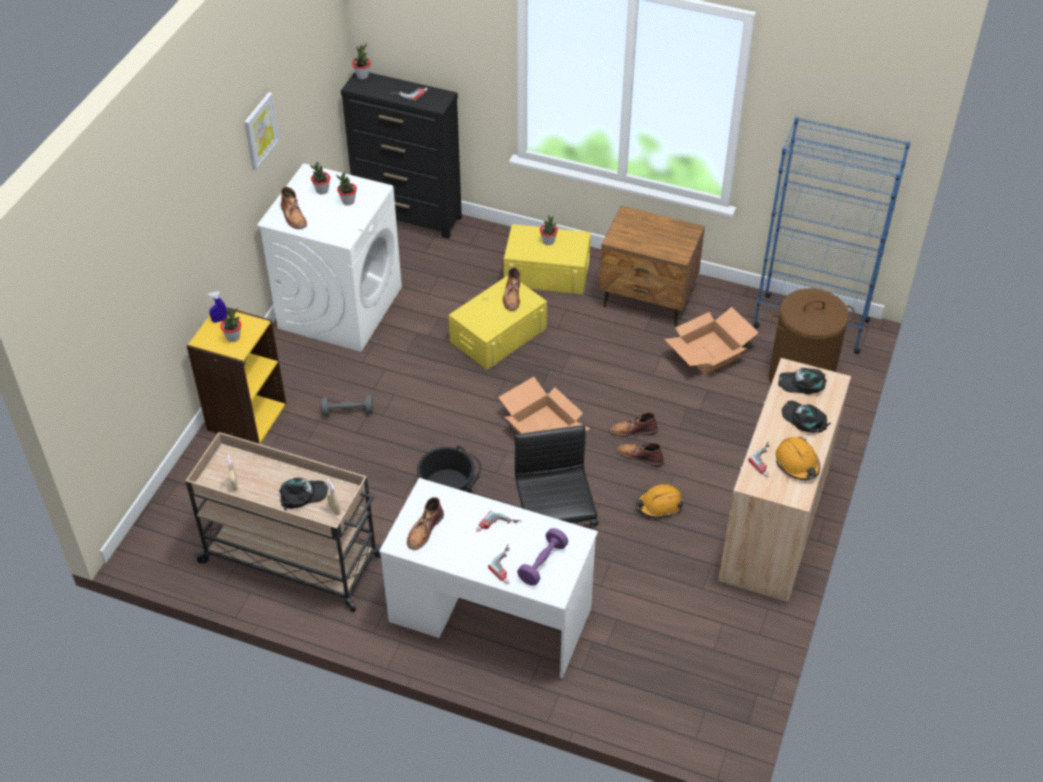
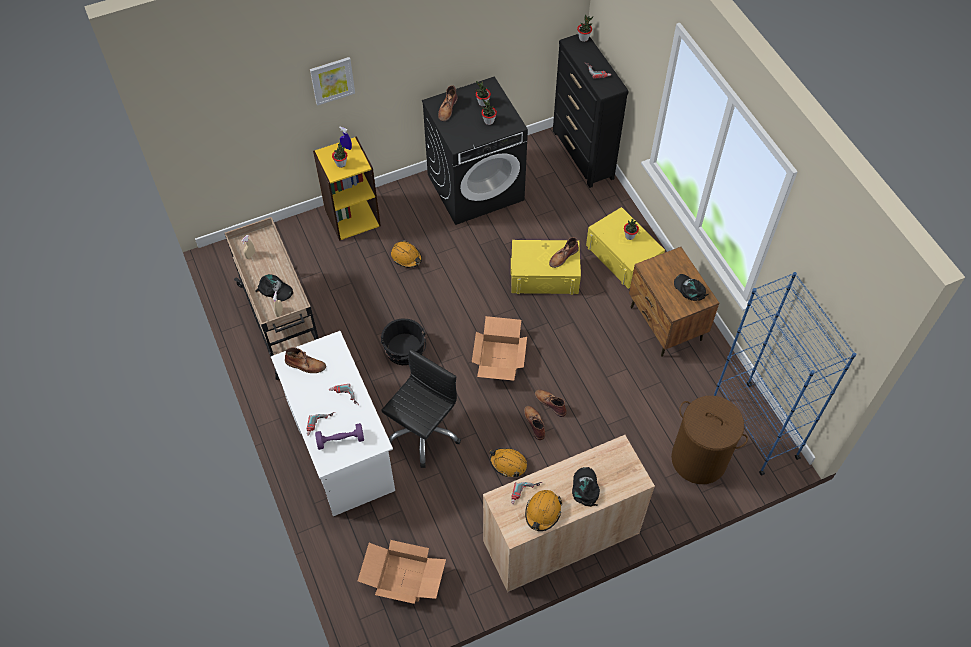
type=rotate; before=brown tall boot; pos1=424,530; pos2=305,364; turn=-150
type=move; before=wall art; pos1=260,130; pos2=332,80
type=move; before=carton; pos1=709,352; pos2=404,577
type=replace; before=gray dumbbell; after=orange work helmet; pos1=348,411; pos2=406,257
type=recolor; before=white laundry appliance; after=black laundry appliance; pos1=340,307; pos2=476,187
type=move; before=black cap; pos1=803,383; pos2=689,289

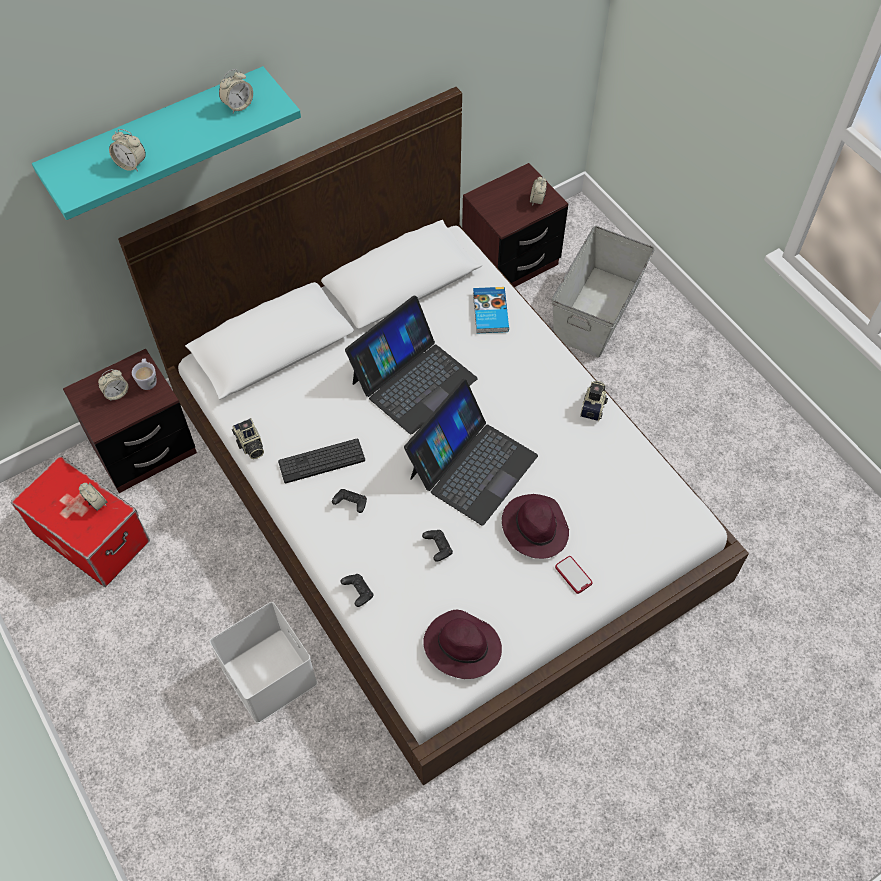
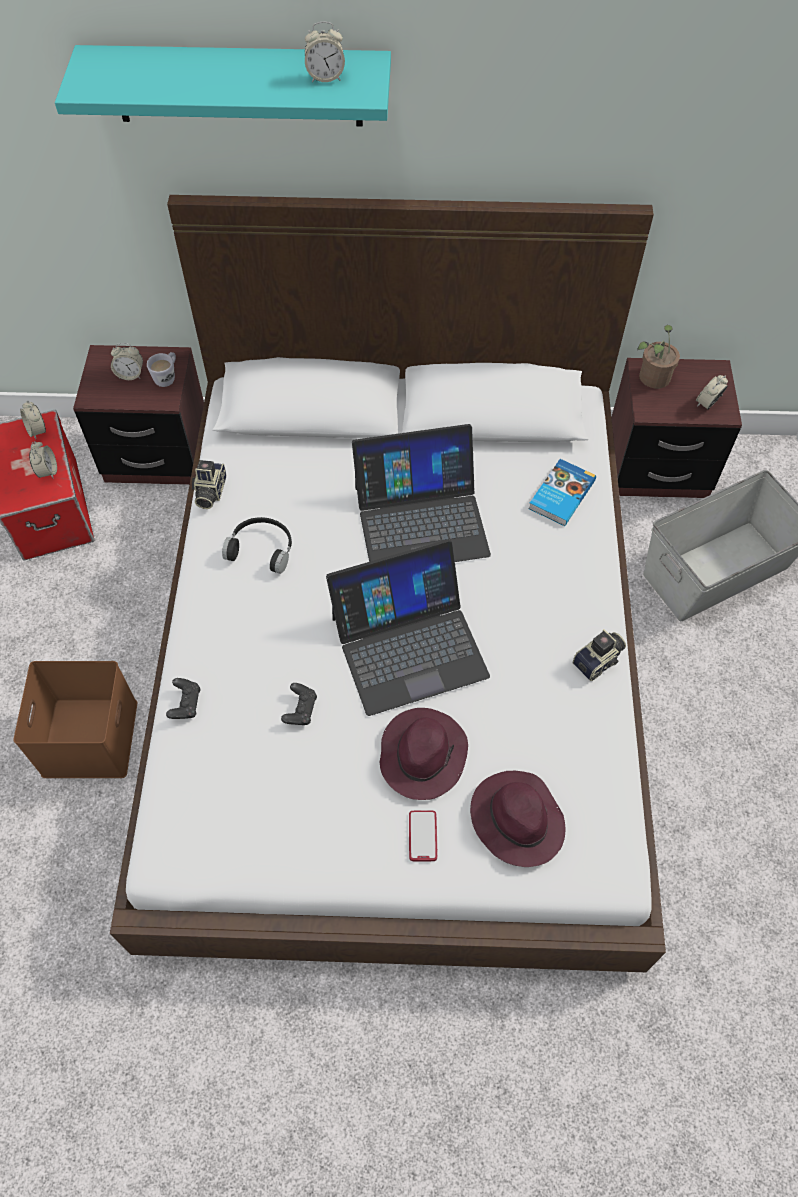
type=recolor; before=white storage container; after=brown storage container; pos1=267,675; pos2=88,736
type=move; before=bedside clock; pos1=131,164; pos2=37,431
type=replace; before=PC keyboard; after=black pair of headphones; pos1=321,461; pos2=262,548
type=move; before=purplish clothing hat; pos1=461,646; pos2=516,819
type=insert; after=plant in a pot; pos2=652,379
type=delete; before=black joypad; pos1=351,504

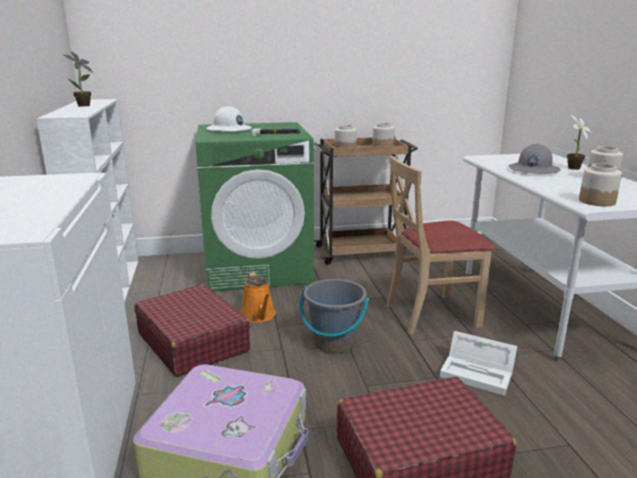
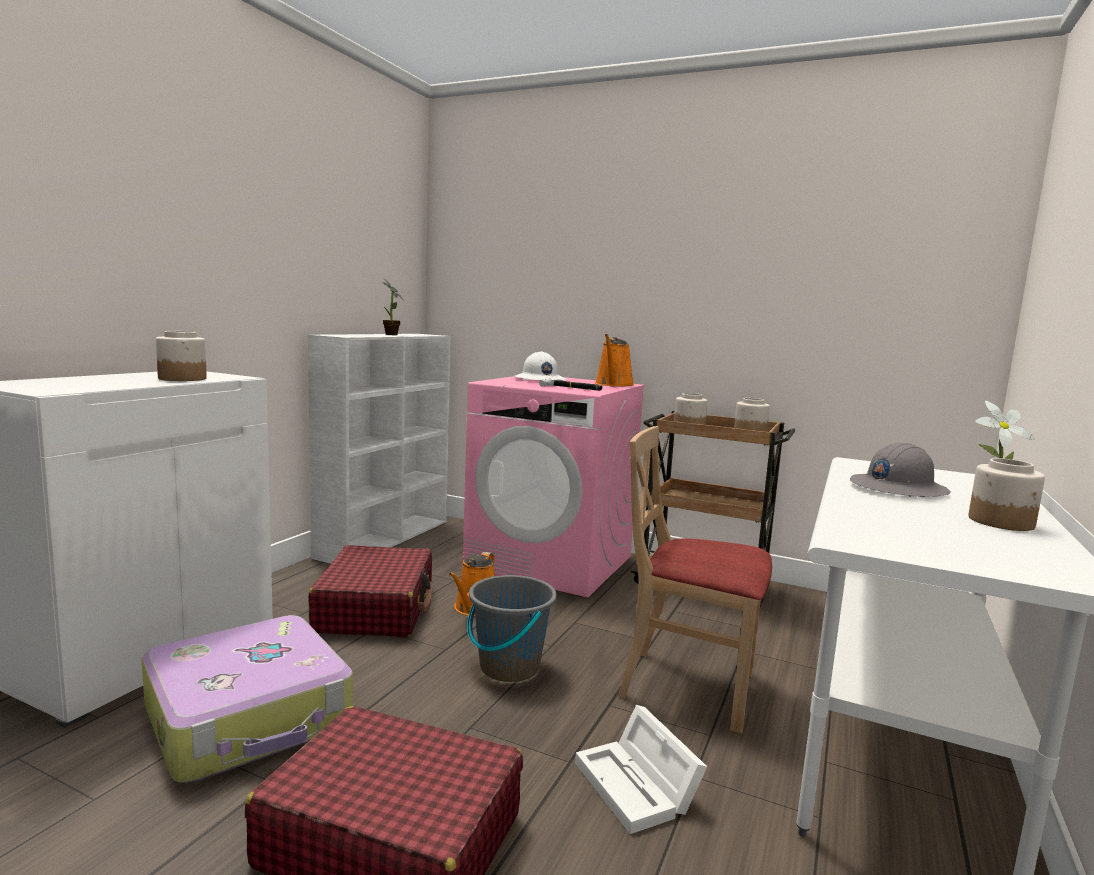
type=move; before=jar; pos1=596,201; pos2=183,378
type=recolor; before=greenish laundry appliance; after=pink-coloured laundry appliance; pos1=258,268; pos2=551,562
type=insert; after=orange sprinkling can; pos2=613,384

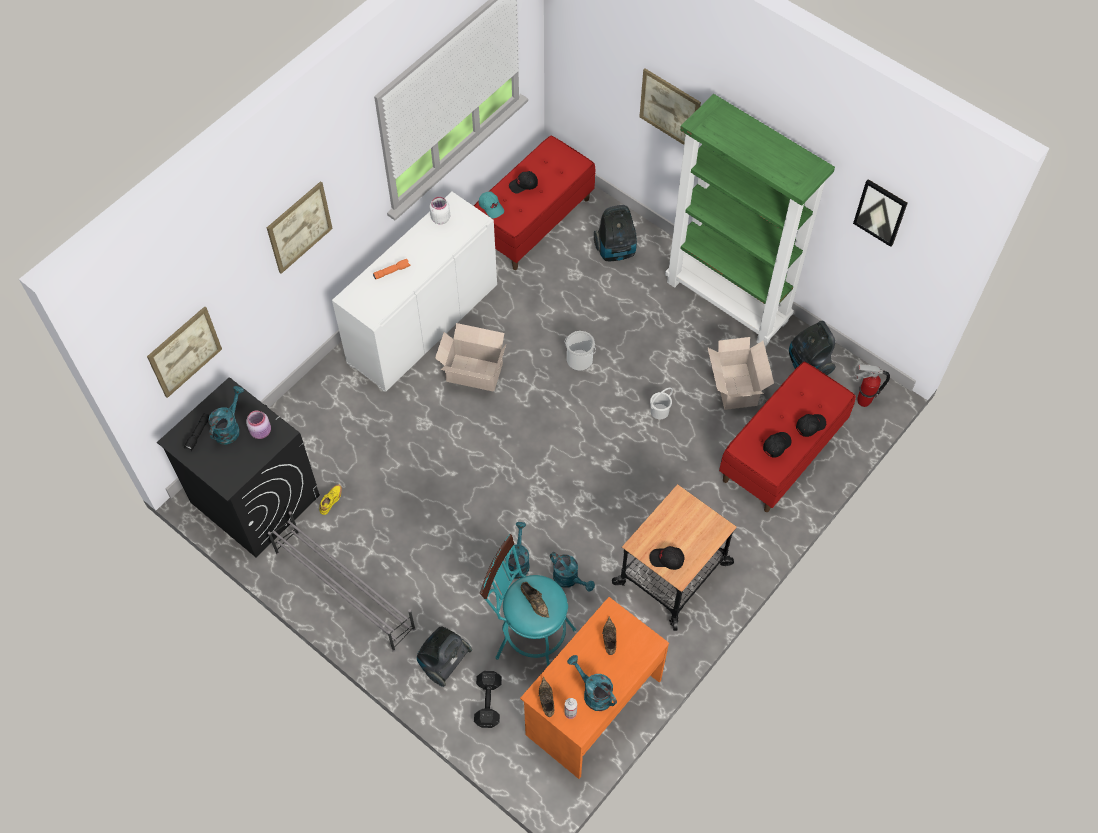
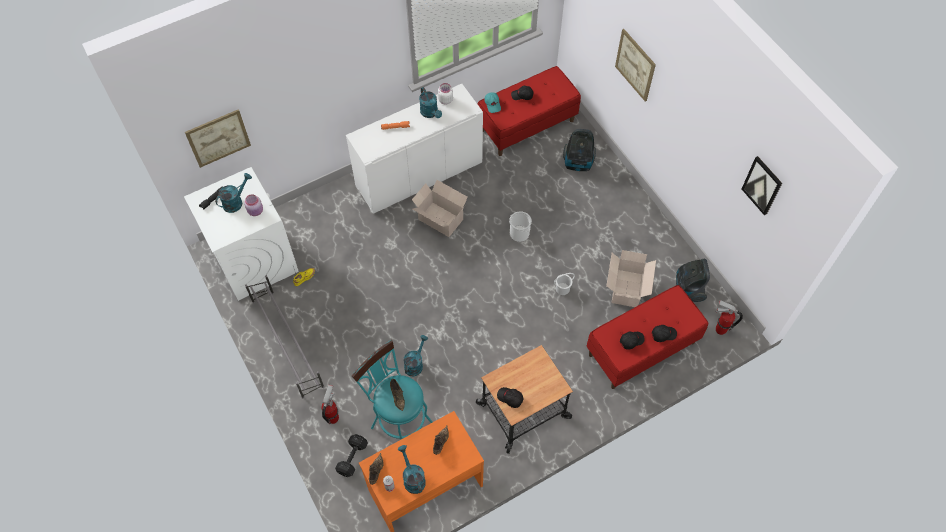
type=recolor; before=black laundry appliance; after=white laundry appliance; pos1=254,498; pos2=254,259
type=replace; before=vacuum; after=extinguisher; pos1=443,662; pos2=333,418
type=move; before=blue-green sprinkling can; pos1=569,579; pos2=430,113
type=delete; before=wall art; pos1=299,227
type=delete; before=greenish shelving unit; pos1=728,301

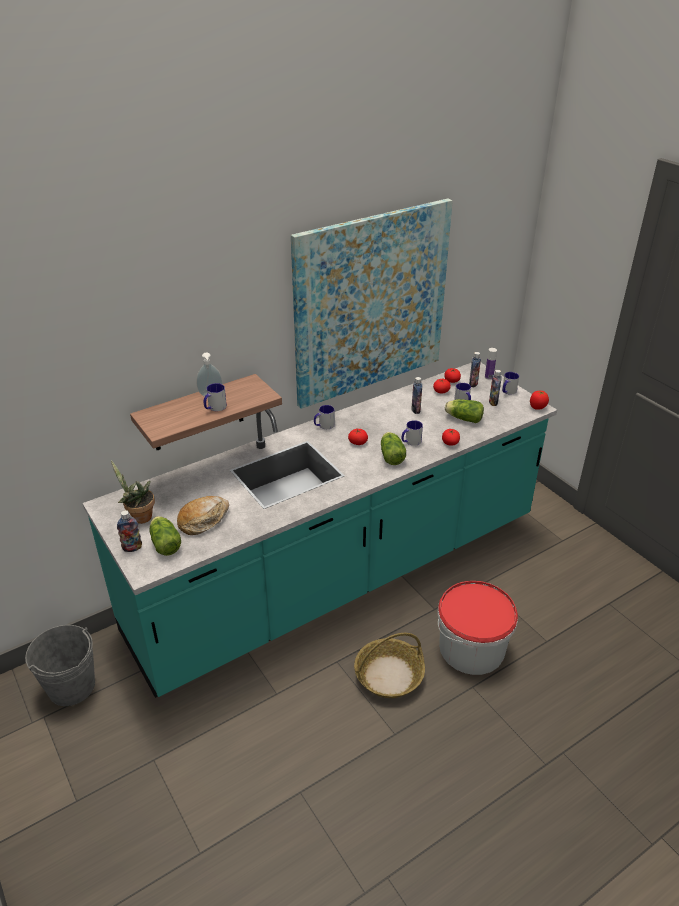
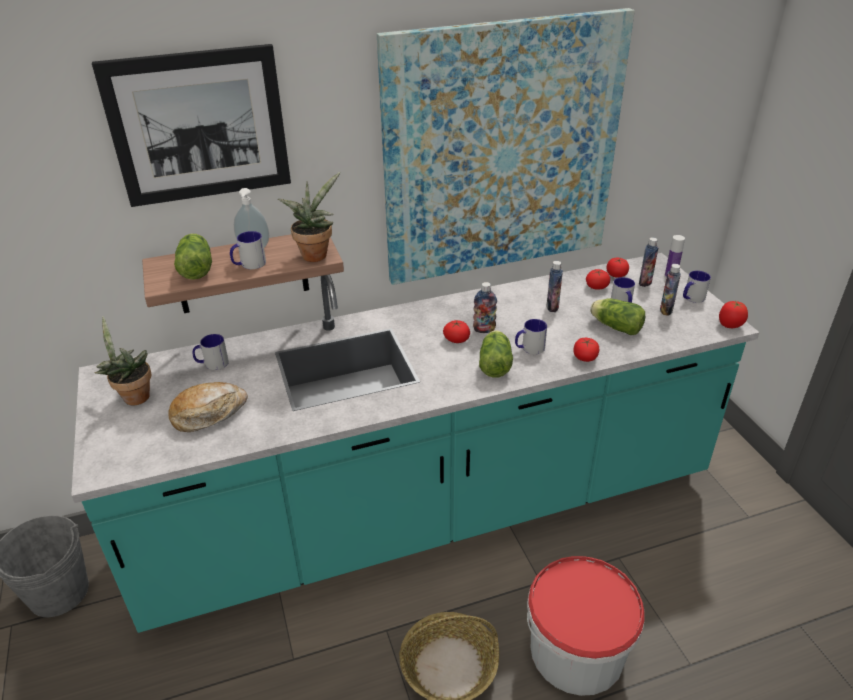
type=insert; after=wall art; pos2=199,126
type=move; before=head of lettuce; pos1=165,543; pos2=196,267
type=move; before=tea mug; pos1=324,425; pos2=212,363
type=insert; after=plant in a pot; pos2=315,254
type=move; before=drink bottle; pos1=132,548; pos2=484,329

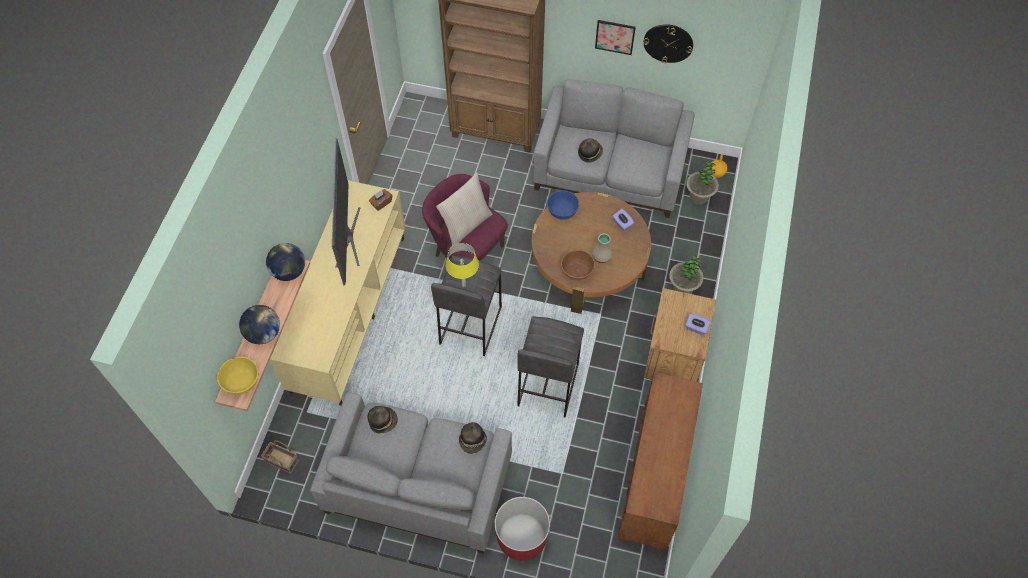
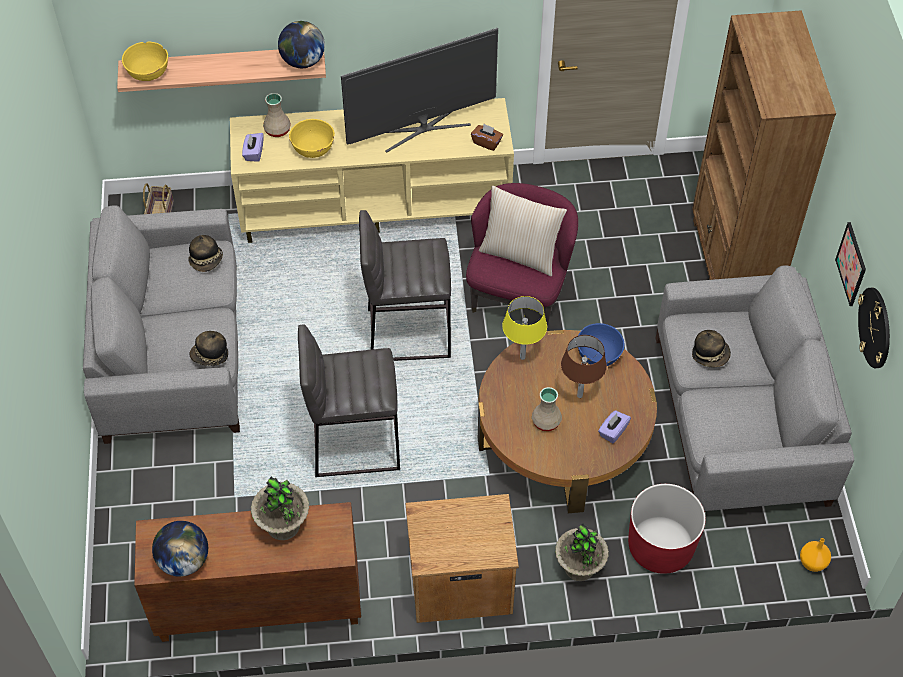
type=move; before=desk globe; pos1=263,333; pos2=184,561
type=move; before=purplish tissue holder; pos1=696,328; pos2=253,153
type=move; before=plant in a pot; pos1=699,196; pos2=283,525
type=insert; after=beige-coloured vase; pos2=277,130
type=insert; after=yellow-coloured deep dish; pos2=313,148
type=move; before=yellow-coloured tabletop lamp; pos1=464,285; pos2=522,357
type=insert; after=brown tabletop lamp; pos2=580,396
type=move; before=reddish plant pot; pos1=522,537; pos2=660,547
type=delete; before=brown deep dish; pos1=577,271

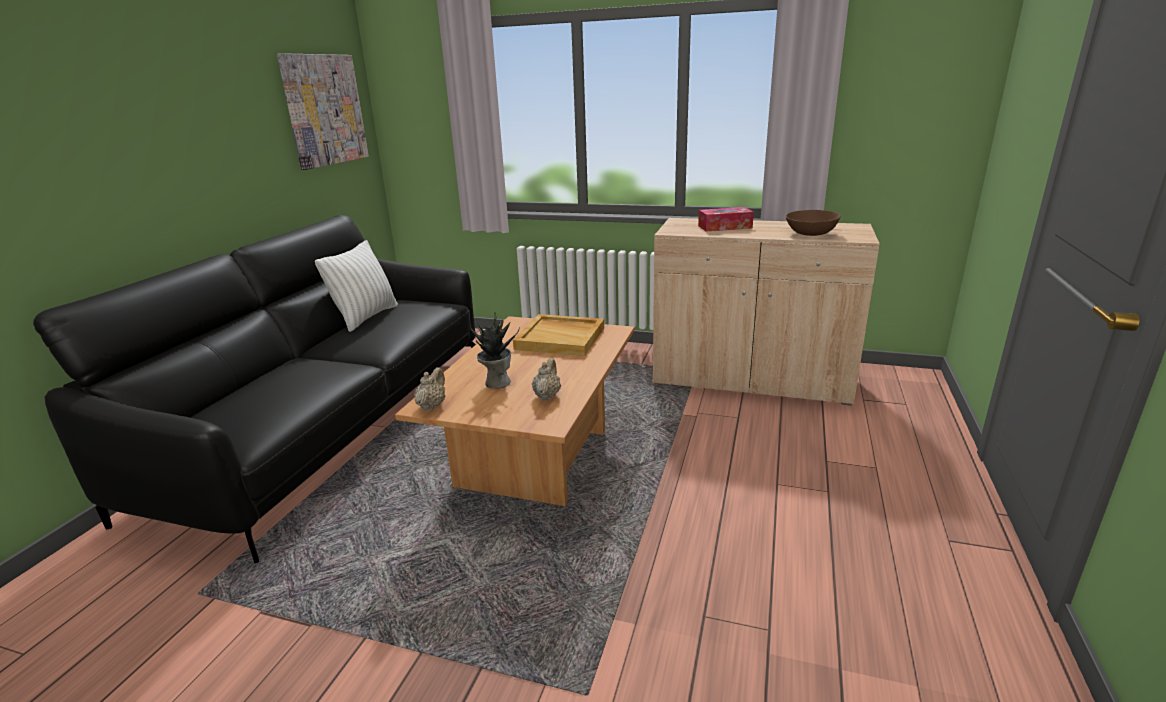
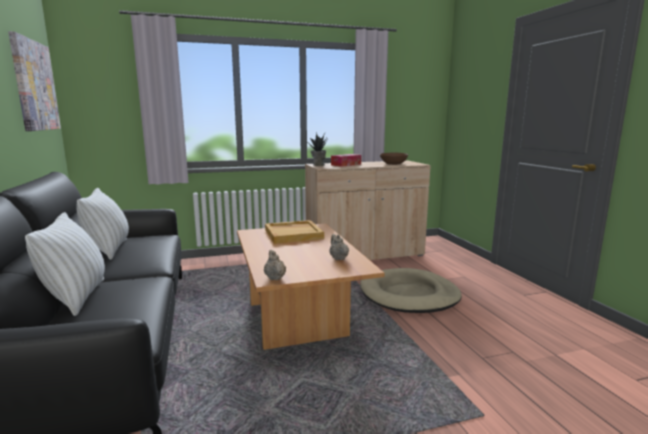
type=insert; after=white cushion; pos2=77,297
type=move; before=plant in a pot; pos1=496,382; pos2=318,165
type=insert; after=beige-coloured dog bed; pos2=409,295

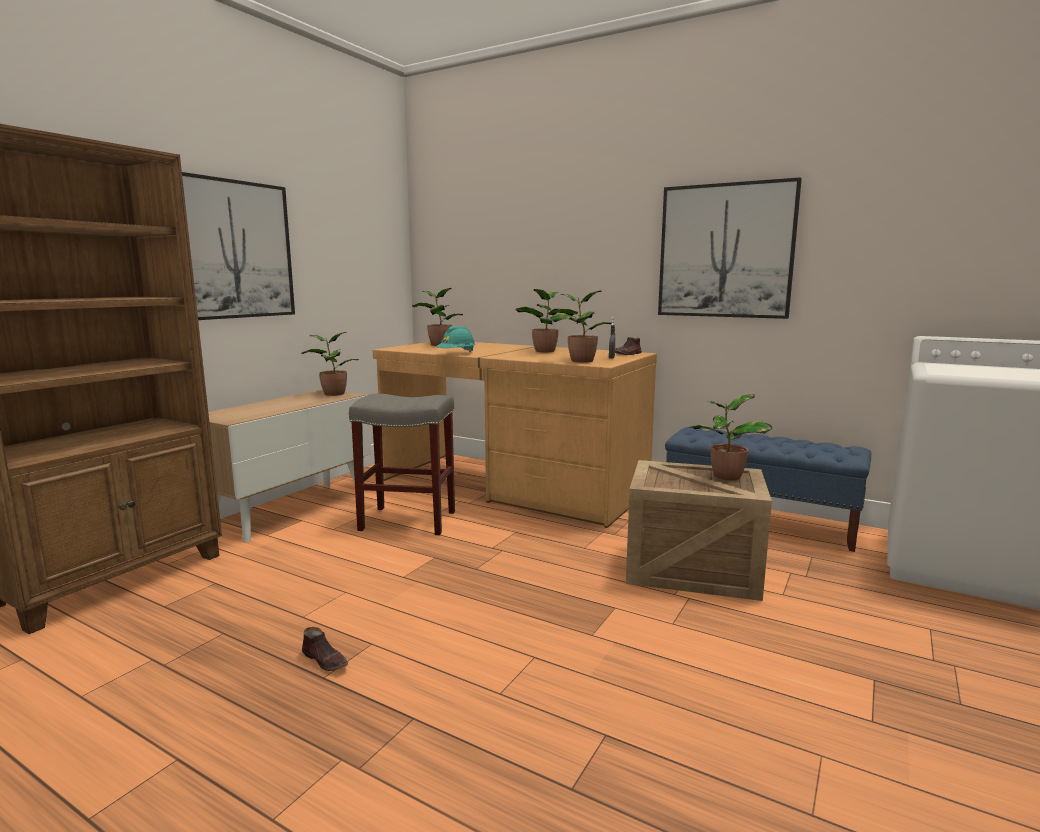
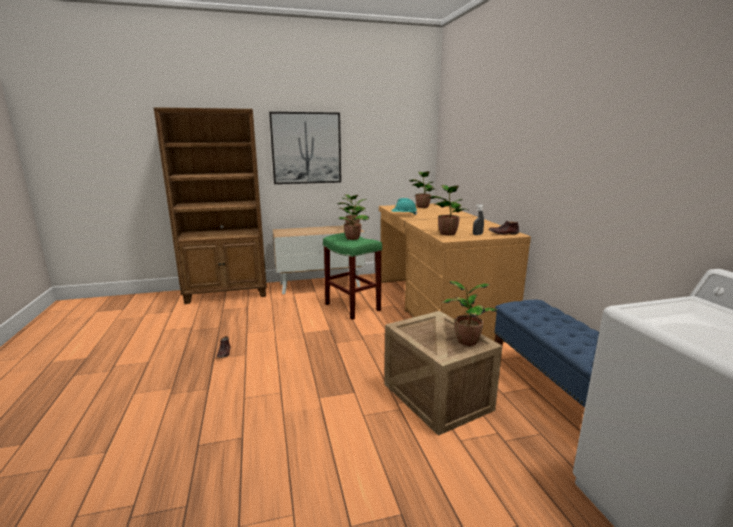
type=recolor; before=gray stool; after=greenish stool; pos1=406,521; pos2=351,307
type=move; before=plant in a pot; pos1=545,351; pos2=353,238
type=delete; before=wall art; pos1=725,251

